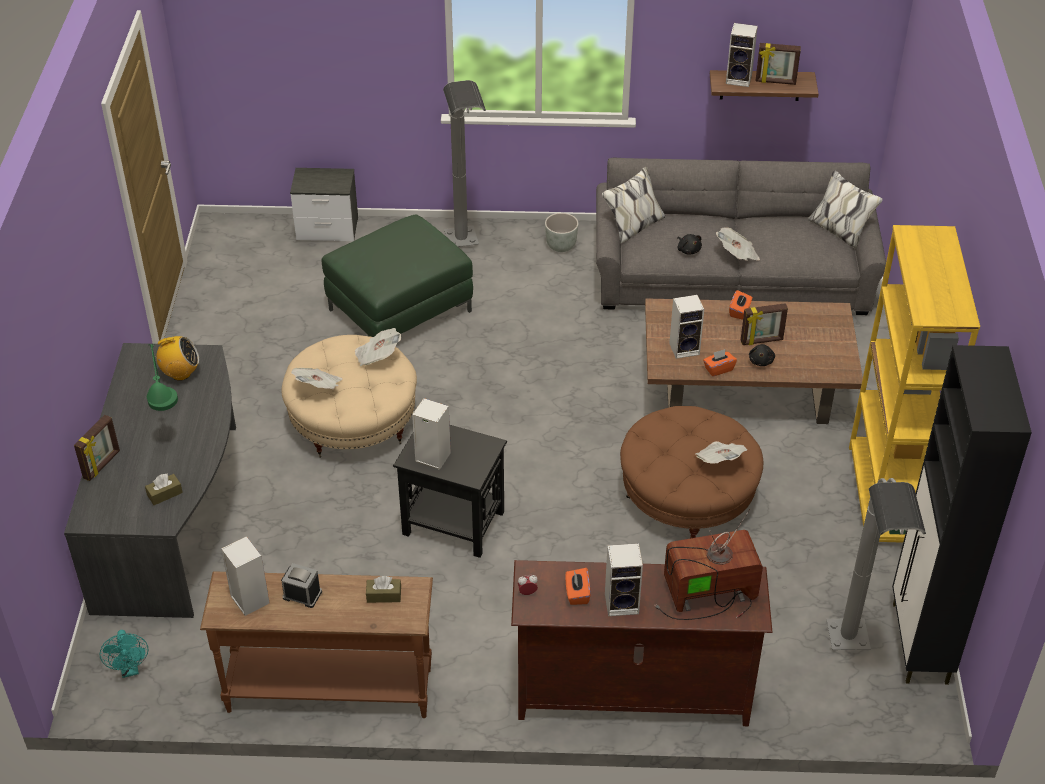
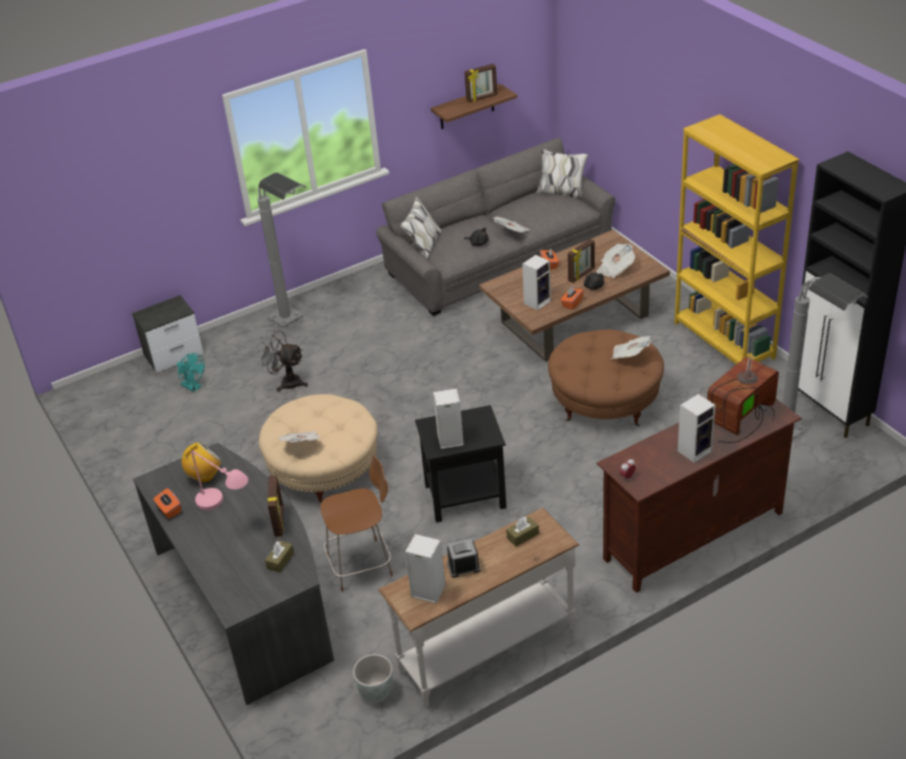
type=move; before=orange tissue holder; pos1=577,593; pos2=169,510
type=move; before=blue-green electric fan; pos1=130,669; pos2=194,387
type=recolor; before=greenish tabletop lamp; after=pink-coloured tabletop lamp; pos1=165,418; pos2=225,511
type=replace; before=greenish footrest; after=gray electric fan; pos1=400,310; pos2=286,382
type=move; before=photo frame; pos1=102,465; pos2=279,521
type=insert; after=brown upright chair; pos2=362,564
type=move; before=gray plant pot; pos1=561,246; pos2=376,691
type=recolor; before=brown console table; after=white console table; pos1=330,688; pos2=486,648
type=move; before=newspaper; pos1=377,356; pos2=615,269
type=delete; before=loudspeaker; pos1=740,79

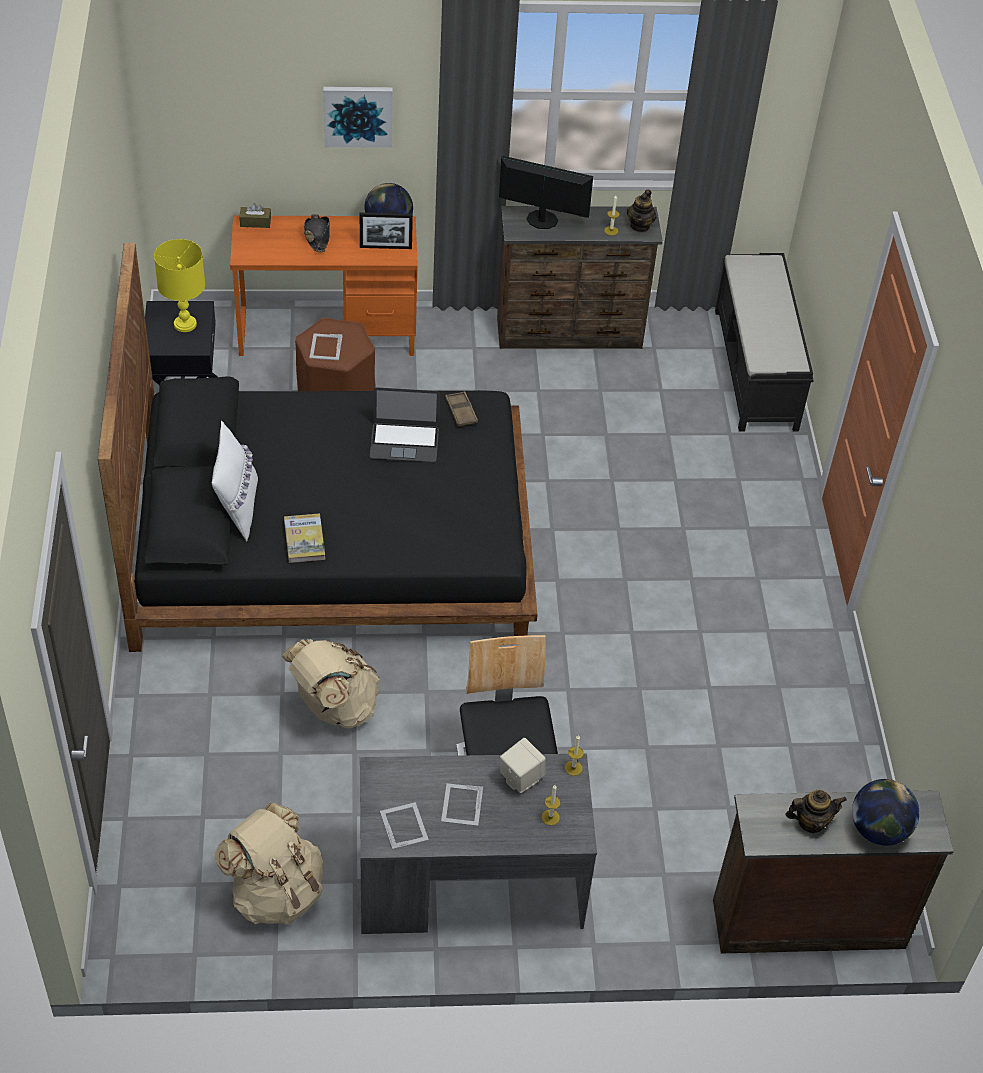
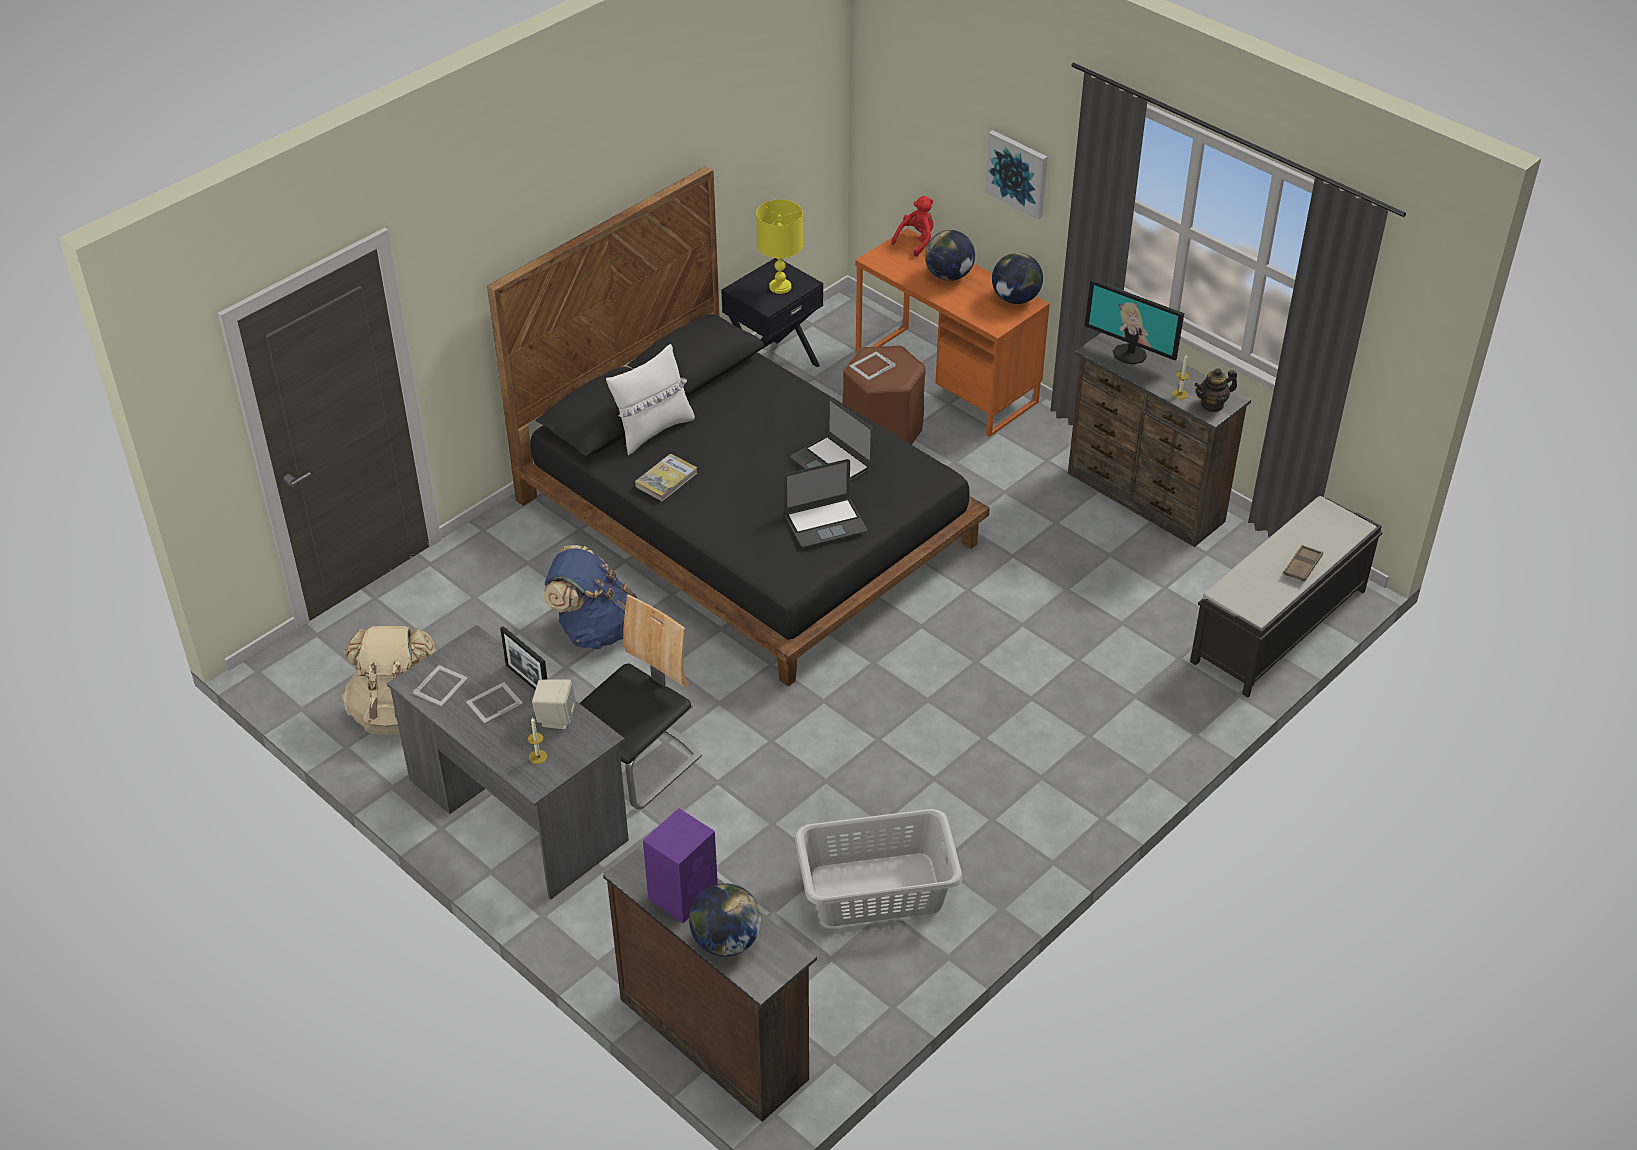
type=move; before=photo frame; pos1=385,247; pos2=527,681
type=recolor; before=beige-coloured rucksack; after=blue rucksack; pos1=334,706; pos2=593,629
type=replace; before=pot for tea; after=purplish loudspeaker; pos1=811,822; pos2=684,893
type=insert; after=notebook computer; pos2=825,522
type=insert; after=gray hamper; pos2=877,890
type=replace; before=brown tissue holder; after=reddish plush toy; pos1=255,222; pos2=916,241
type=replace; before=black clothing hat; after=desk globe; pos1=317,236; pos2=949,276
type=rotate; before=computer display; pos1=541,220; pos2=1130,354; turn=150
type=move; before=brown carrying tray; pos1=461,412; pos2=1302,566
type=delete; before=wax light; pos1=573,768

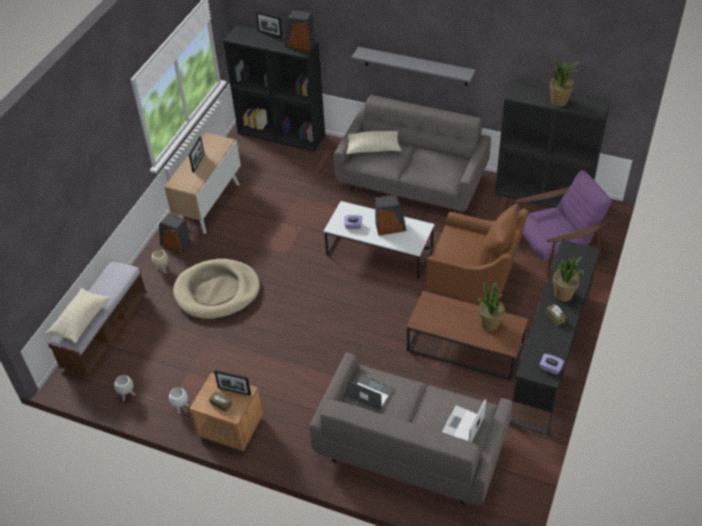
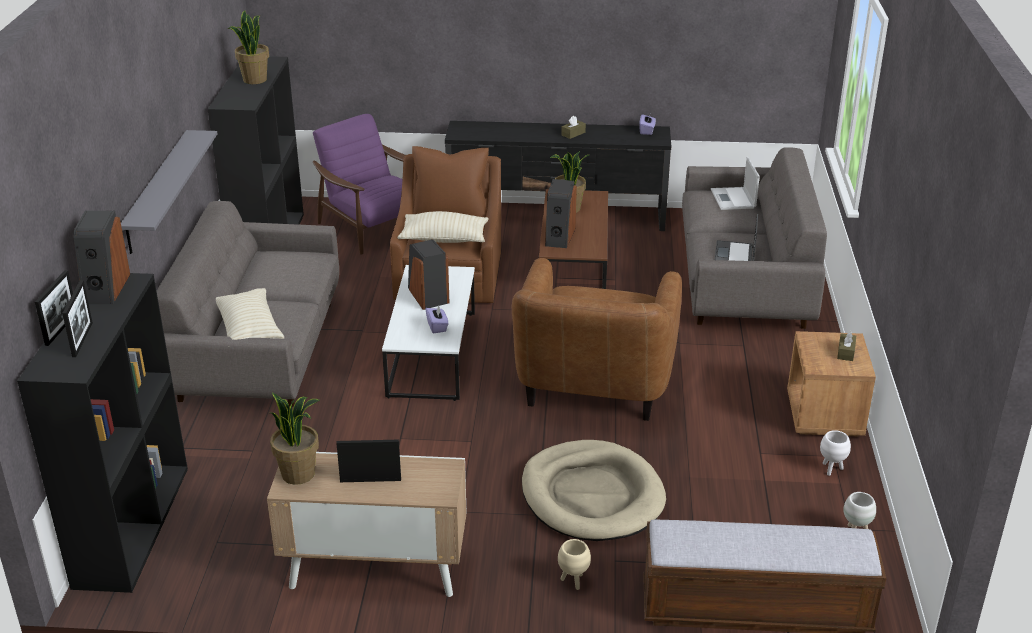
type=move; before=photo frame; pos1=234,391; pos2=82,339
type=move; before=plant in a pot; pos1=563,295; pos2=299,474
type=move; before=beige-coloured cushion; pos1=80,321; pos2=444,239
type=insert; after=brown lounge chair; pos2=593,389
type=move; before=loudspeaker; pos1=175,245; pos2=559,236
type=rotate; before=notebook computer; pos1=462,427; pos2=733,199; turn=75

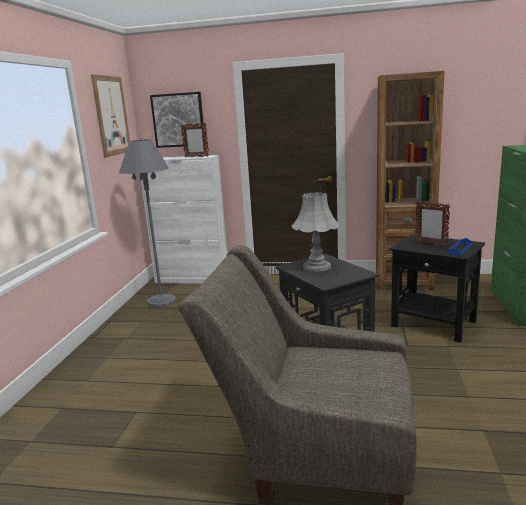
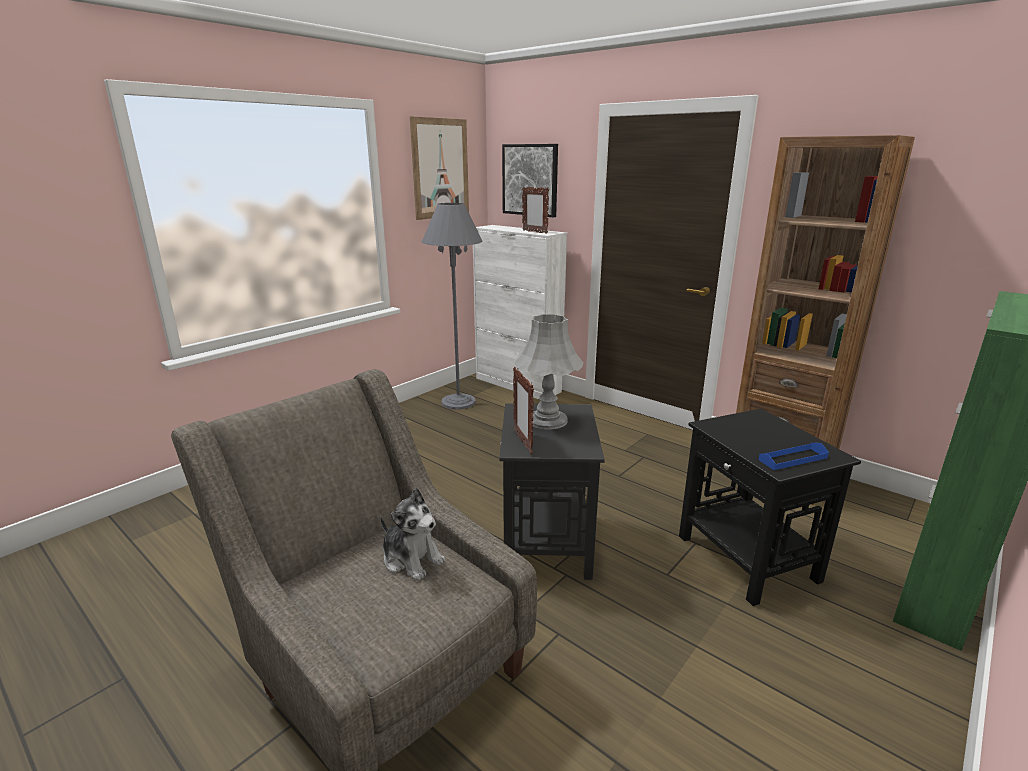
type=insert; after=plush toy; pos2=412,559
type=move; before=photo frame; pos1=430,244; pos2=523,442

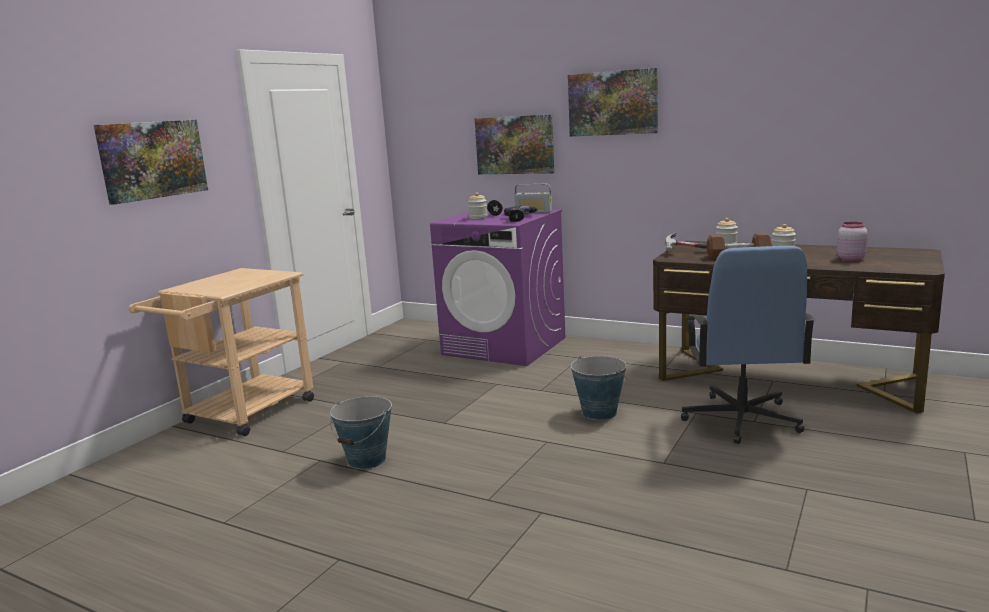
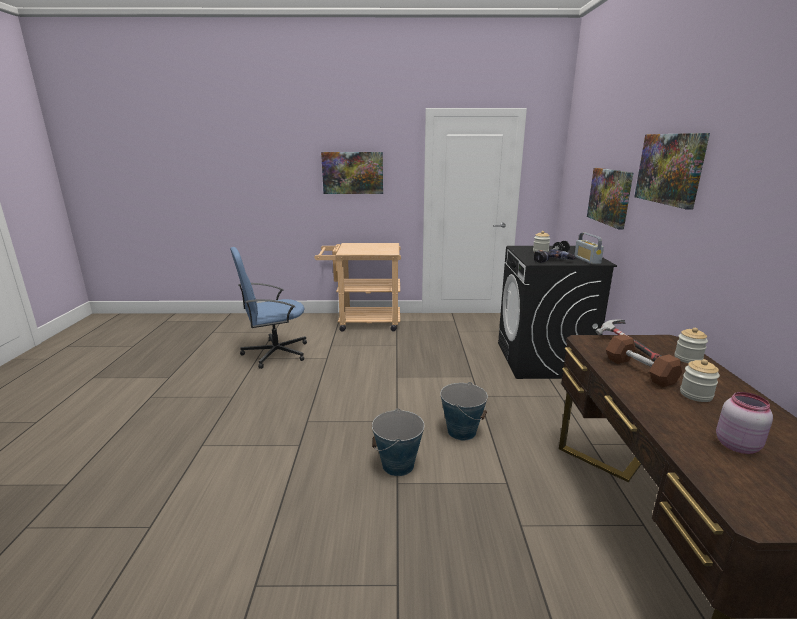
type=move; before=blue computer chair; pos1=741,420; pos2=275,353
type=move; before=water bucket; pos1=367,460; pos2=398,465
type=recolor; before=purplish laundry appliance; after=black laundry appliance; pos1=505,346; pos2=543,360

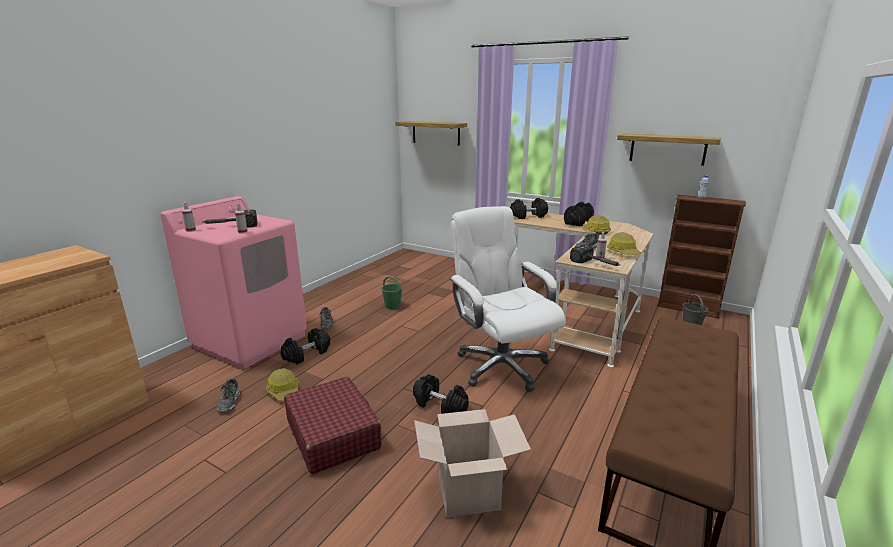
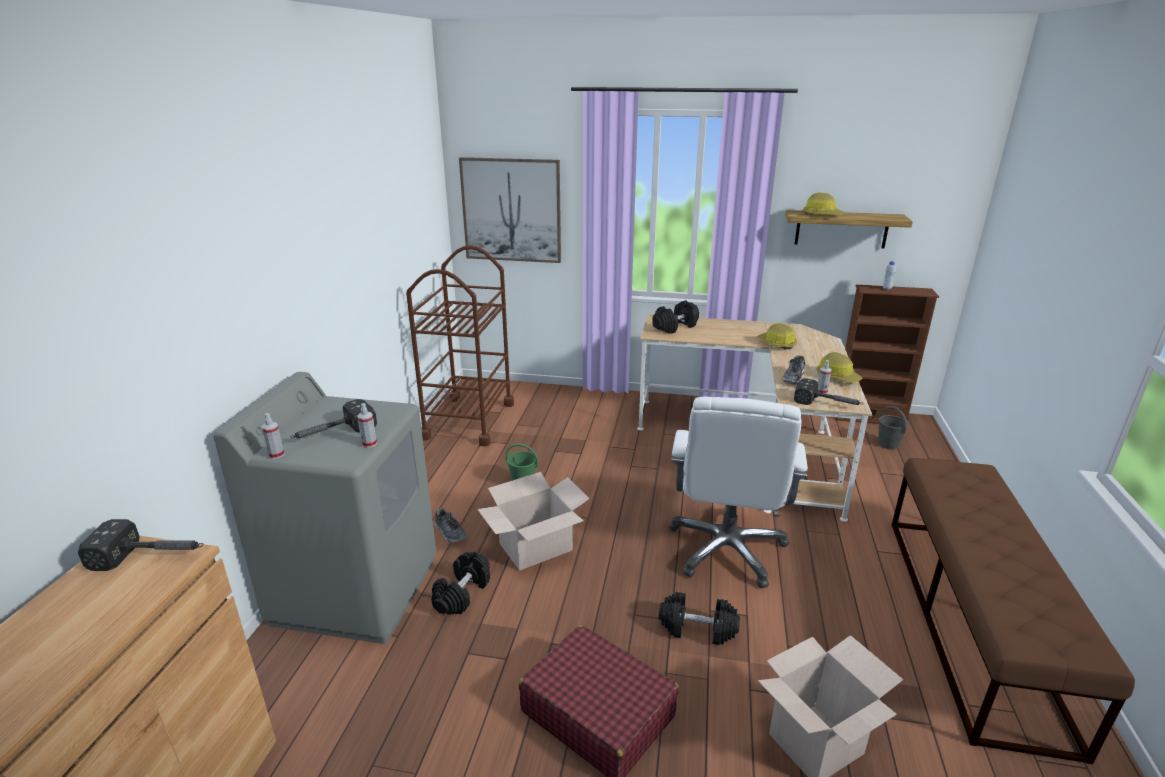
type=insert; after=hand hammer; pos2=153,556
type=recolor; before=pink-coloured laundry appliance; after=gray laundry appliance; pos1=251,340; pos2=357,590
type=insert; after=brown trolley; pos2=469,420
type=replace; before=wall shelf; after=wall art; pos1=436,133; pos2=511,210
type=insert; after=carton; pos2=535,546
type=rotate; before=white computer chair; pos1=501,365; pos2=727,549; turn=-120
type=move; before=work helmet; pos1=284,391; pos2=822,215
type=delete; before=low shoe; pos1=229,401
type=delete; before=black dumbbell; pos1=578,222

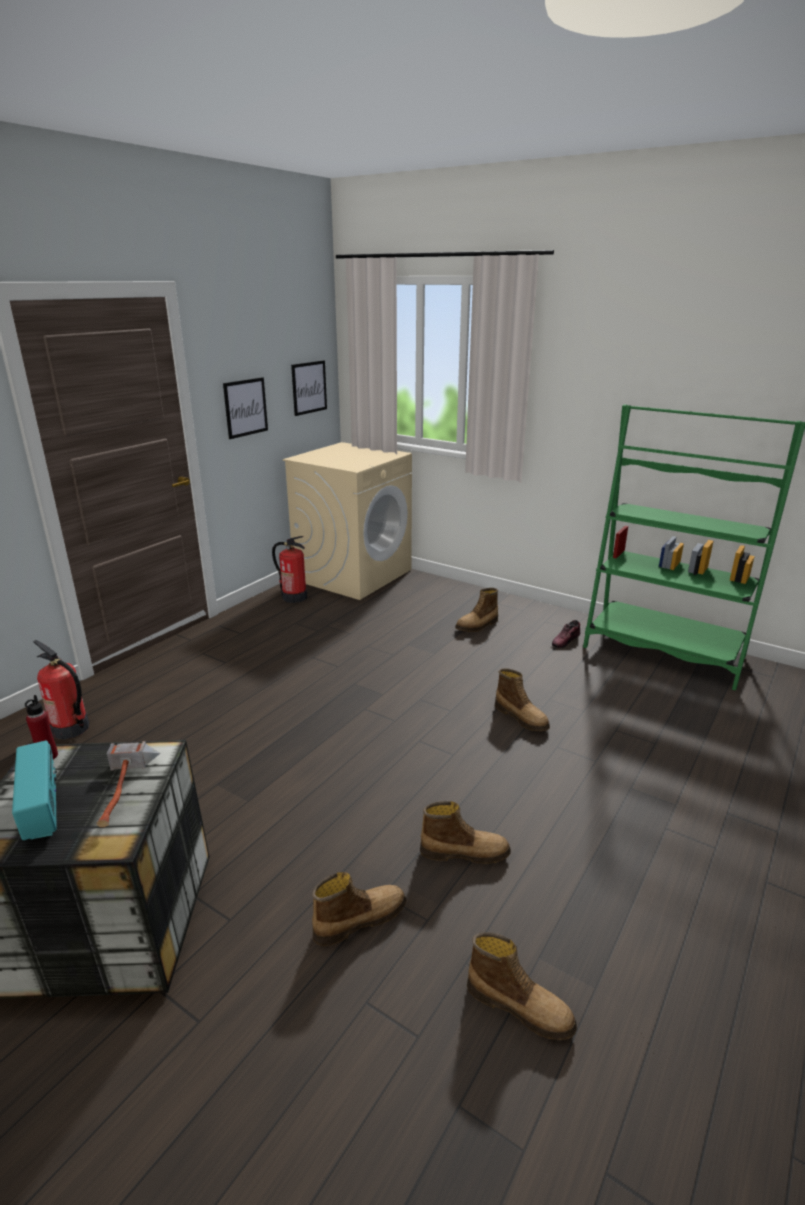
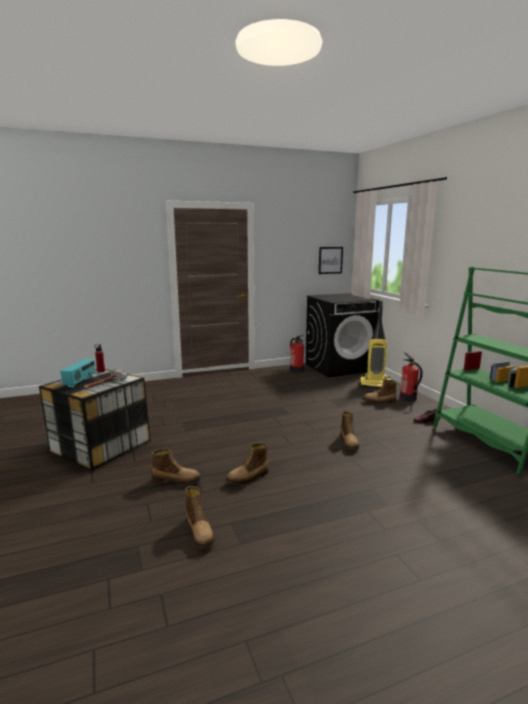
type=rotate; before=tall boot; pos1=464,852; pos2=248,478; turn=105
type=recolor; before=beige-coloured laundry appliance; after=black laundry appliance; pos1=353,575; pos2=339,367
type=insert; after=vacuum; pos2=375,384
type=move; before=extinguisher; pos1=70,729; pos2=408,398
type=delete; before=wall art; pos1=245,407

